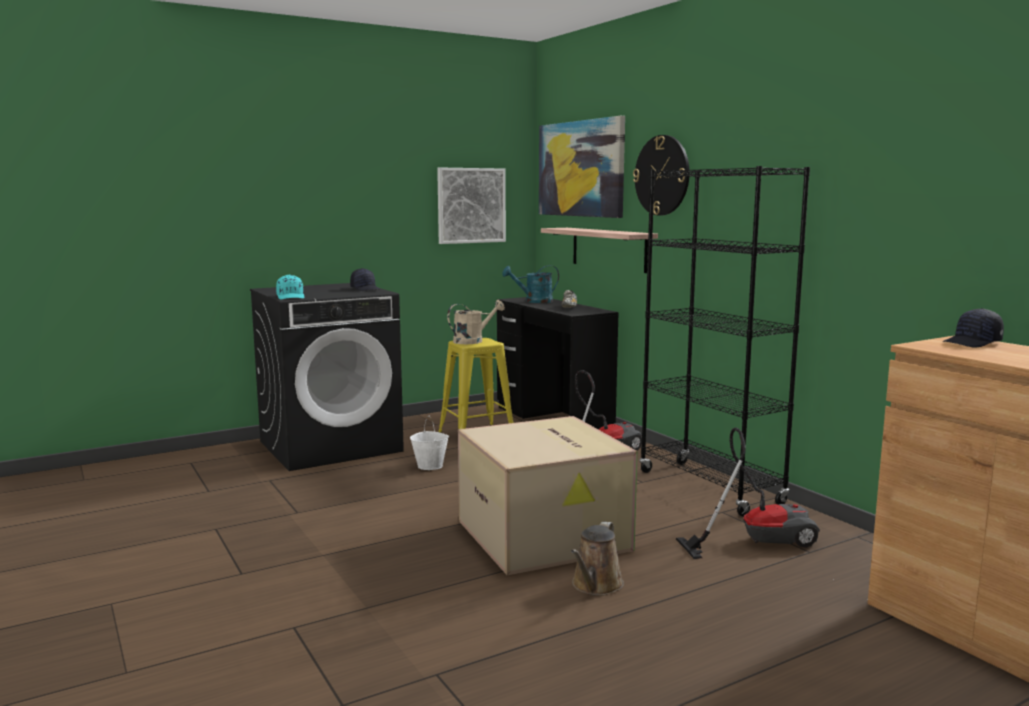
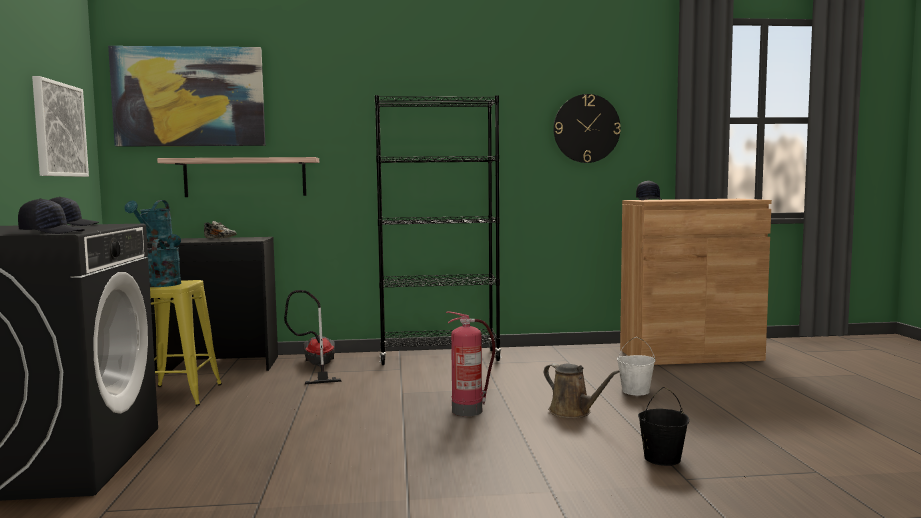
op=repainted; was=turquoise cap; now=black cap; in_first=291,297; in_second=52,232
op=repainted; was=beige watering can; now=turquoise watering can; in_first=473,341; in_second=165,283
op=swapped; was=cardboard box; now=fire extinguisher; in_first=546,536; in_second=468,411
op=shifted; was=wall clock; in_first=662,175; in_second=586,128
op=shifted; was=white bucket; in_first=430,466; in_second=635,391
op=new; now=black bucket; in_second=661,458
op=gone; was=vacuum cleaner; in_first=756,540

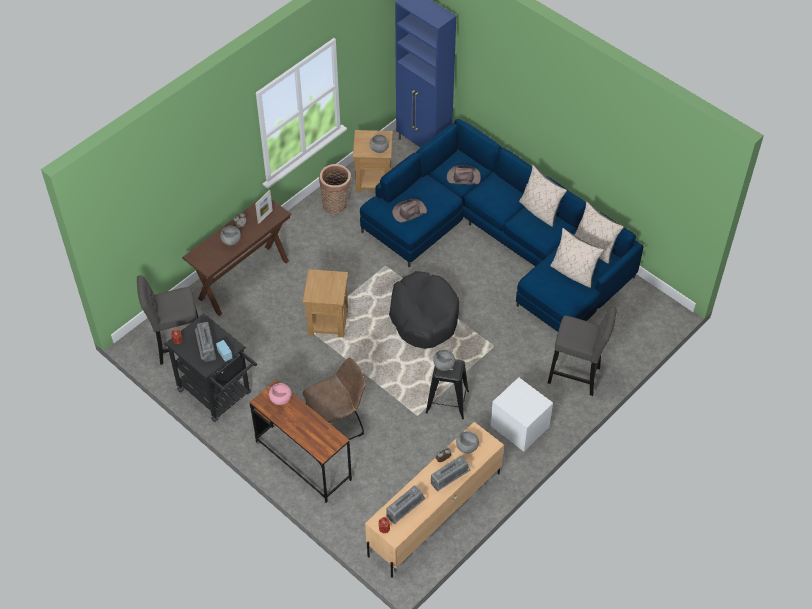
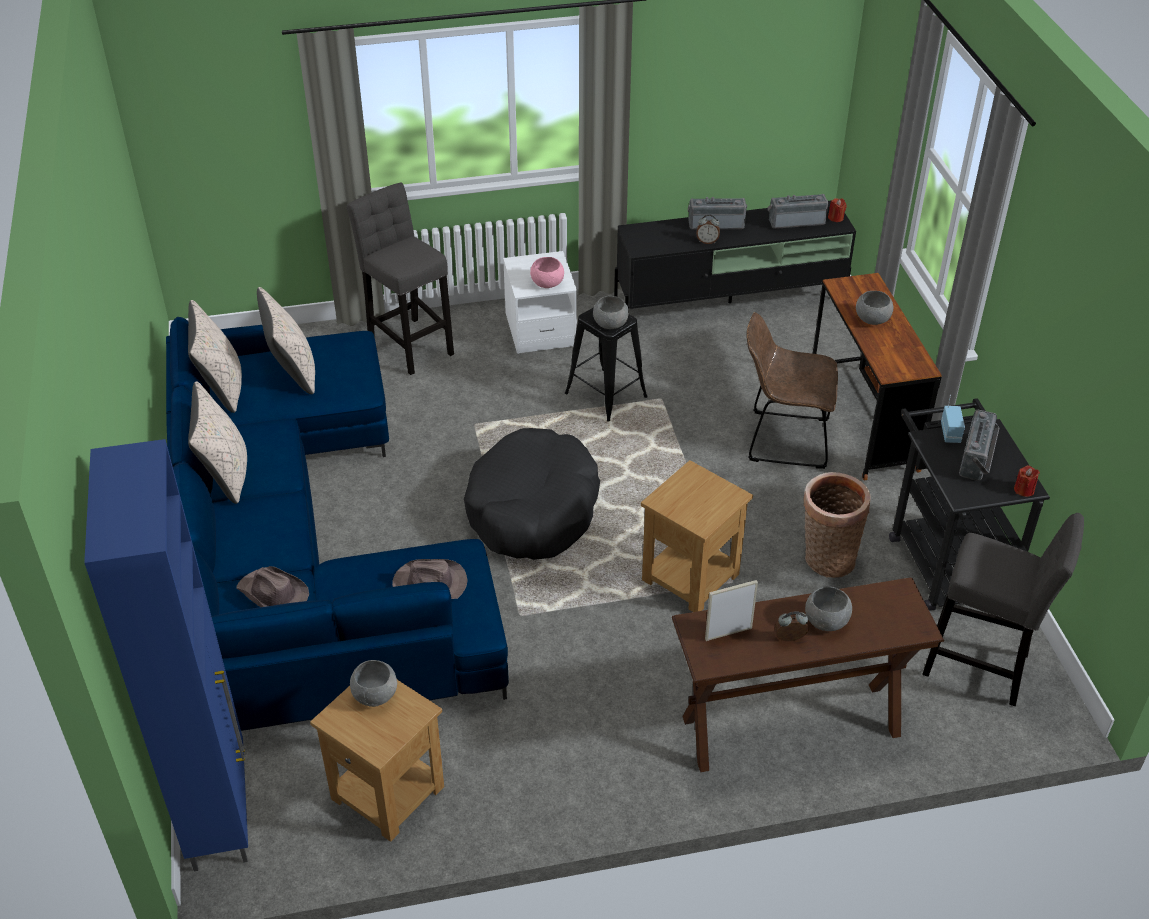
op=shifted; was=pink bowl; in_first=281,399; in_second=547,283
op=repainted; was=beige tv stand; now=black tv stand; in_first=433,514; in_second=731,302
op=shifted; was=basket; in_first=336,205; in_second=826,558
op=shifted; was=grey bowl; in_first=467,447; in_second=872,319

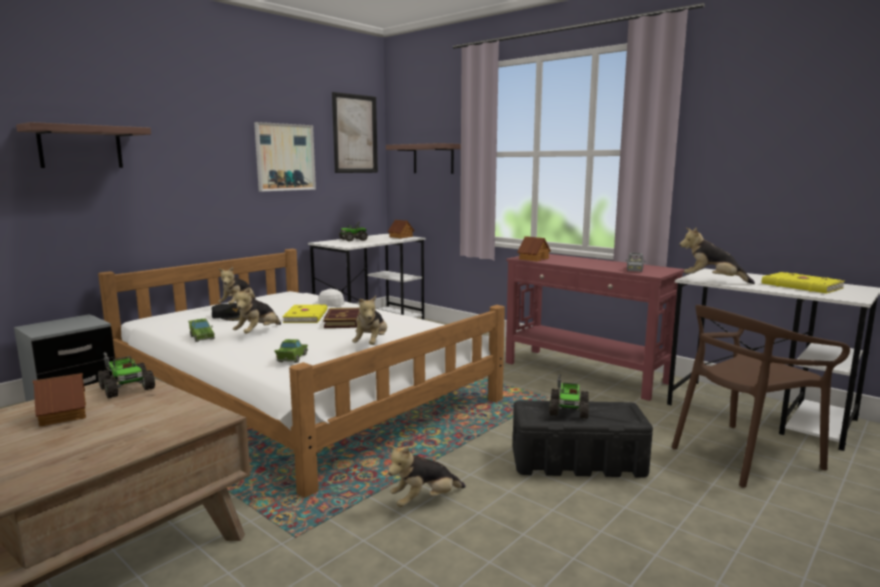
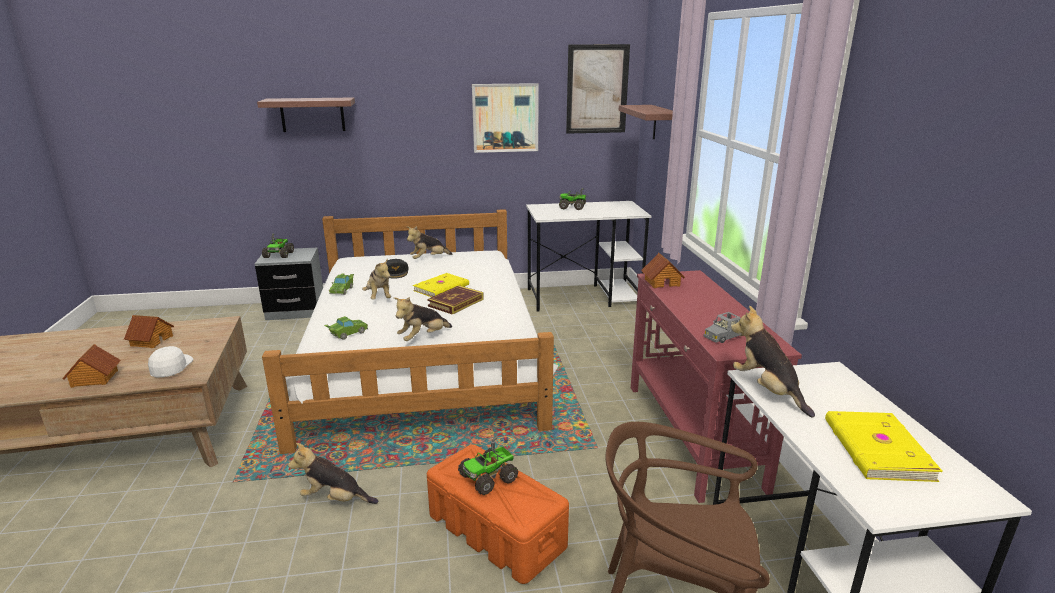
op=shifted; was=toy house; in_first=401,237; in_second=94,379
op=shifted; was=white cap; in_first=329,304; in_second=171,367
op=shifted; was=toy truck; in_first=127,388; in_second=279,255
op=rotated; was=plush toy; in_first=258,333; in_second=379,297; clockwise=-90
op=repainted; was=black storage box; now=orange storage box; in_first=578,461; in_second=497,531

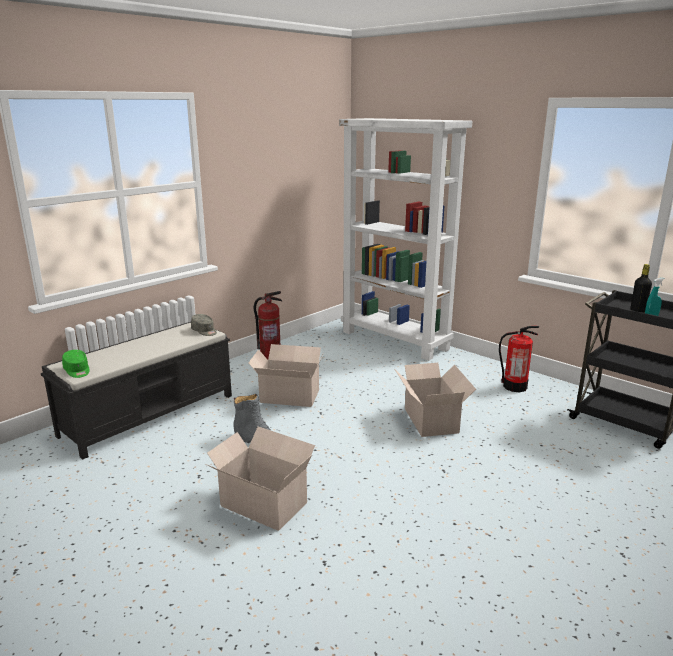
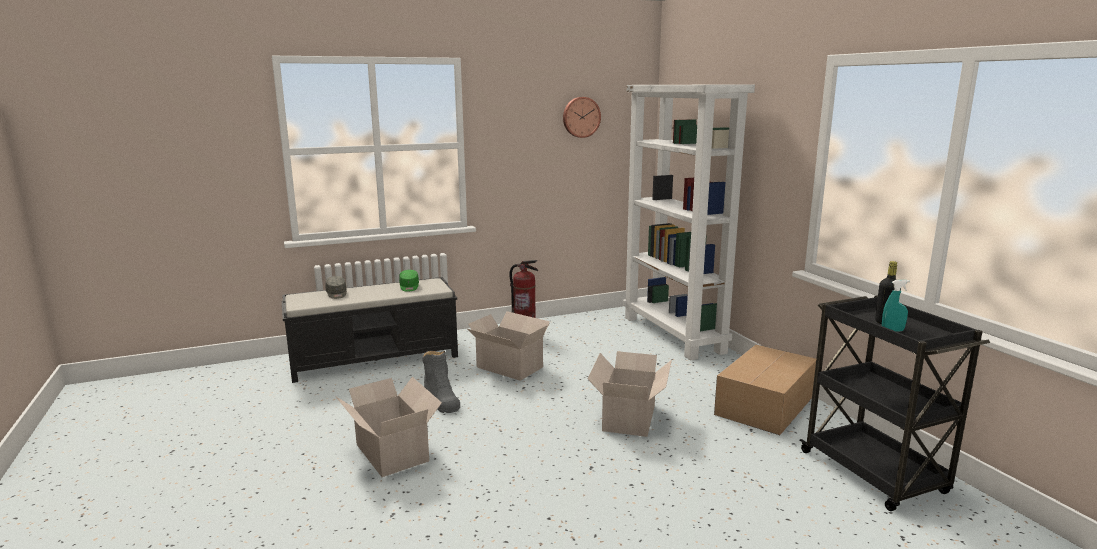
op=shifted; was=grey cap; in_first=204,331; in_second=336,294
op=shifted; was=green cap; in_first=77,371; in_second=409,287
op=new; now=wall clock; in_second=581,117
op=swapped; was=fire extinguisher; now=cardboard box; in_first=514,386; in_second=766,405

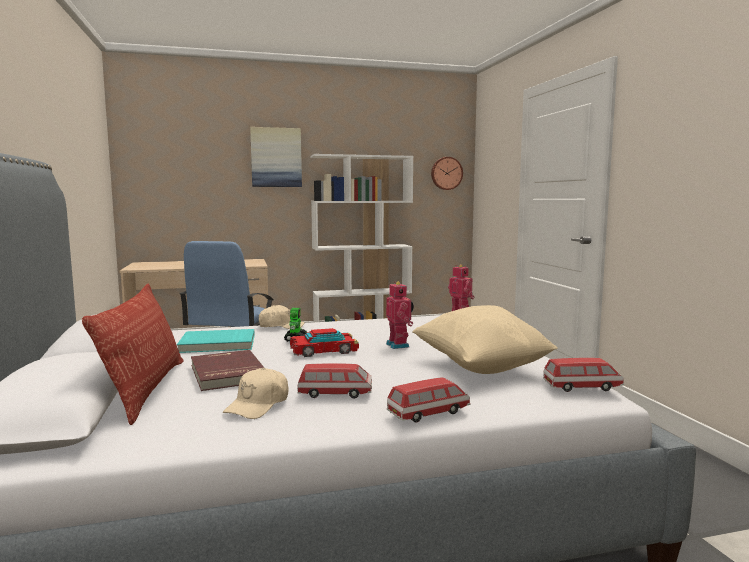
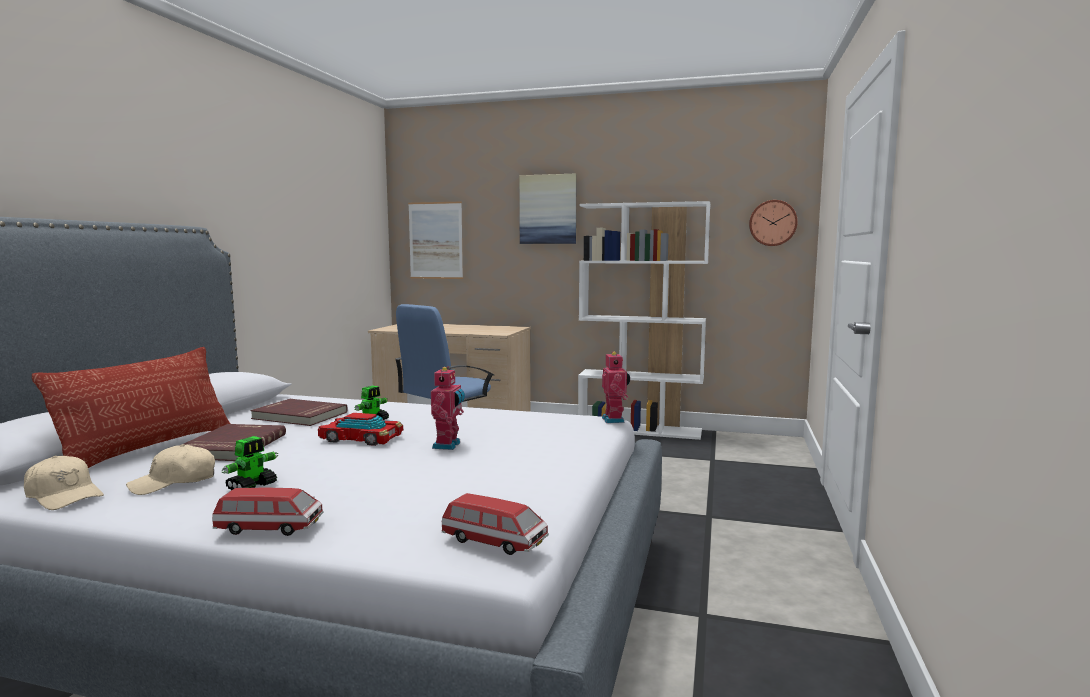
op=shifted; was=beige cap; in_first=281,326; in_second=64,496
op=swapped; was=toy car; now=toy robot; in_first=335,394; in_second=252,486
op=repainted; was=turquoise book; now=red book; in_first=217,344; in_second=299,416
op=new; now=picture; in_second=435,240
op=gone; was=beige pillow; in_first=480,367

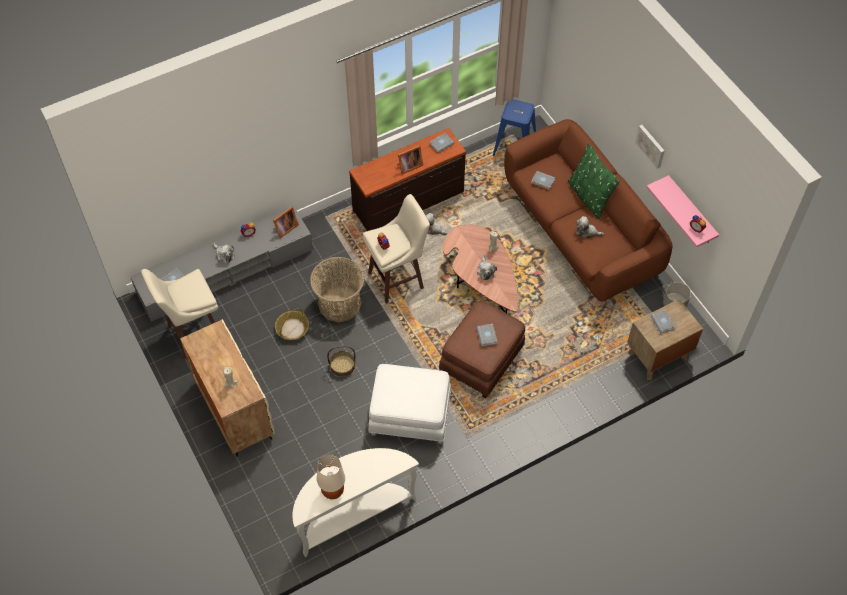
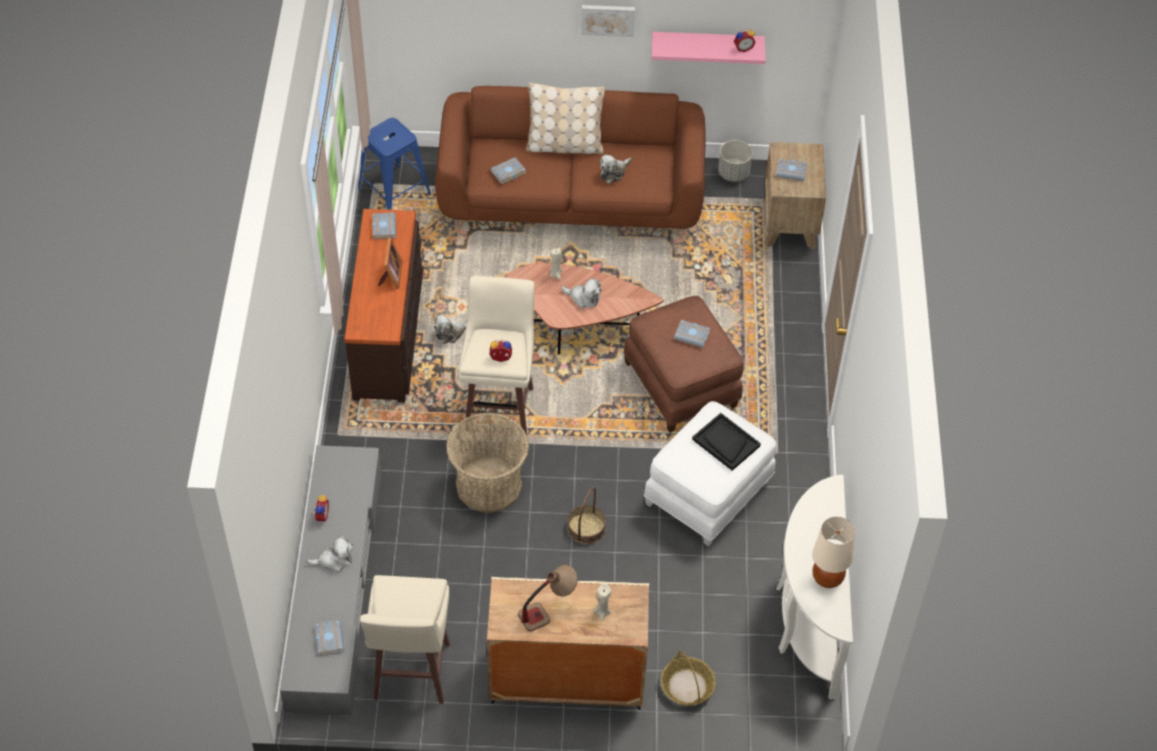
op=new; now=table lamp; in_second=547,611
op=repainted; was=green pillow; now=beige pillow; in_first=589,197; in_second=564,145
op=shifted; was=basket; in_first=292,328; in_second=687,686
op=new; now=black tray; in_second=725,443
op=gone; was=picture frame; in_first=284,228

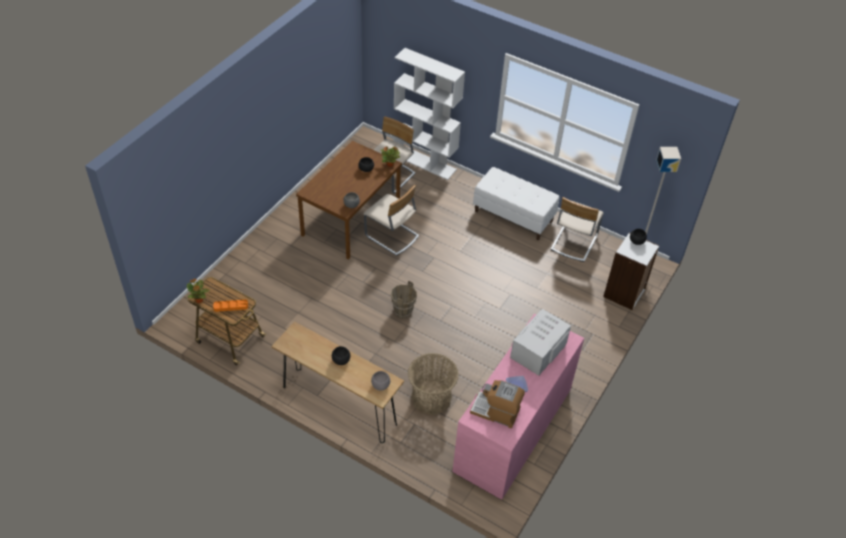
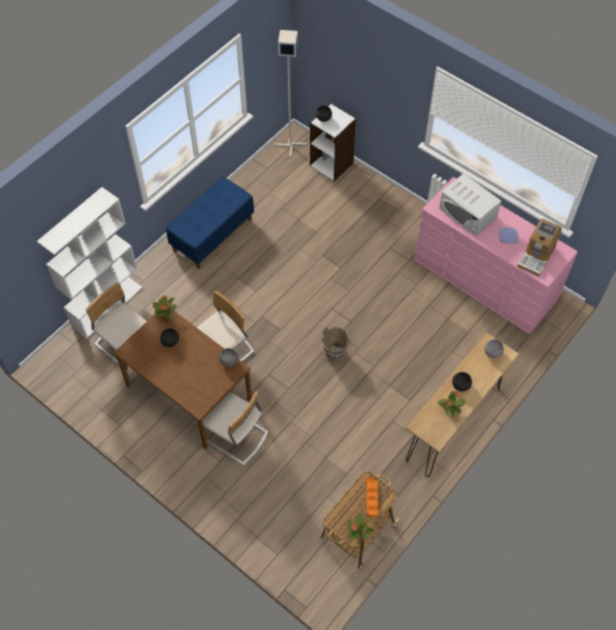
op=repainted; was=white bench; now=blue bench; in_first=514,216; in_second=212,234
op=shifted; was=beige chair; in_first=573,242; in_second=235,436
op=new; now=potted plant; in_second=449,411
op=gone; was=basket; in_first=431,397

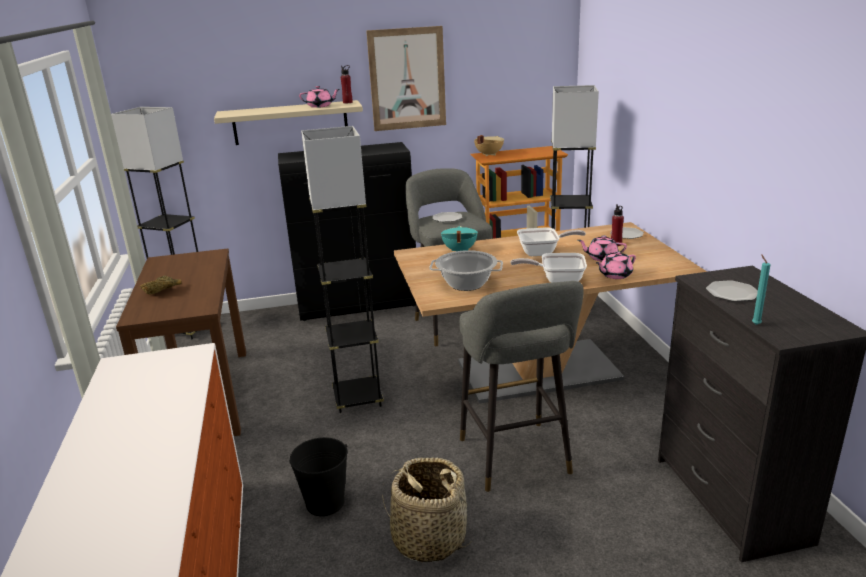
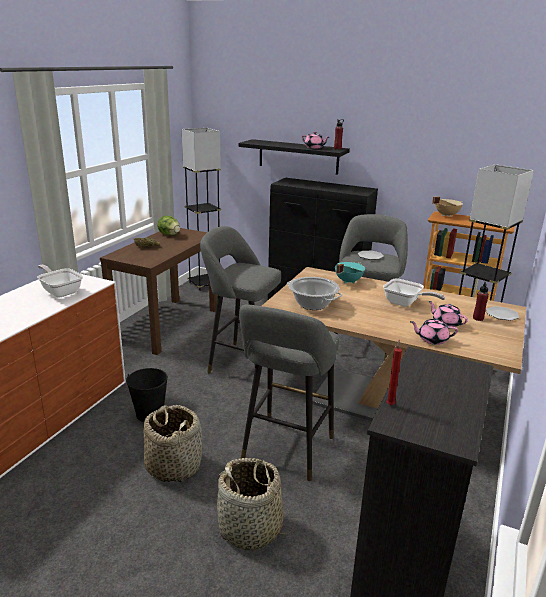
op=shifted; was=frying pan; in_first=557,280; in_second=60,291
op=new; now=lettuce; in_second=169,235
op=swapped; was=grey floor lamp; now=grey stool; in_first=358,398; in_second=241,364
op=new; now=basket; in_second=251,528
op=repainted; was=beige shelf; now=black shelf; in_first=290,122; in_second=298,156
op=repainted; was=turquoise candle; now=red candle; in_first=755,324; in_second=390,404
op=gone; was=picture; in_first=407,79
op=gone; was=plate; in_first=732,293

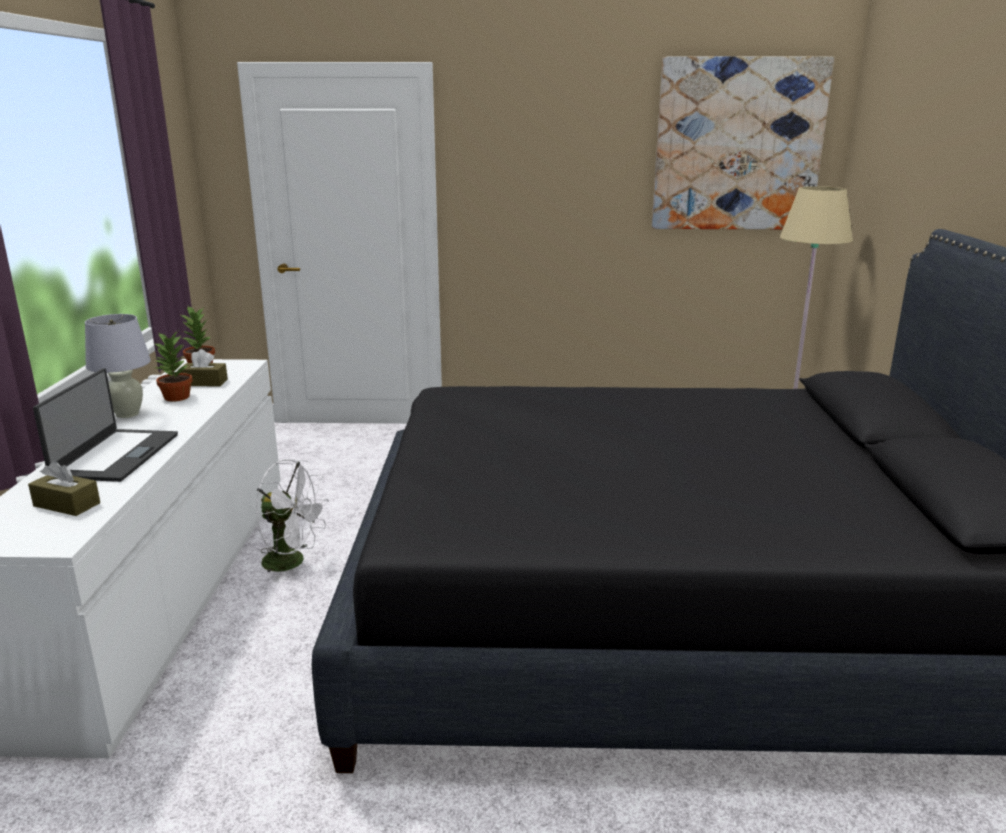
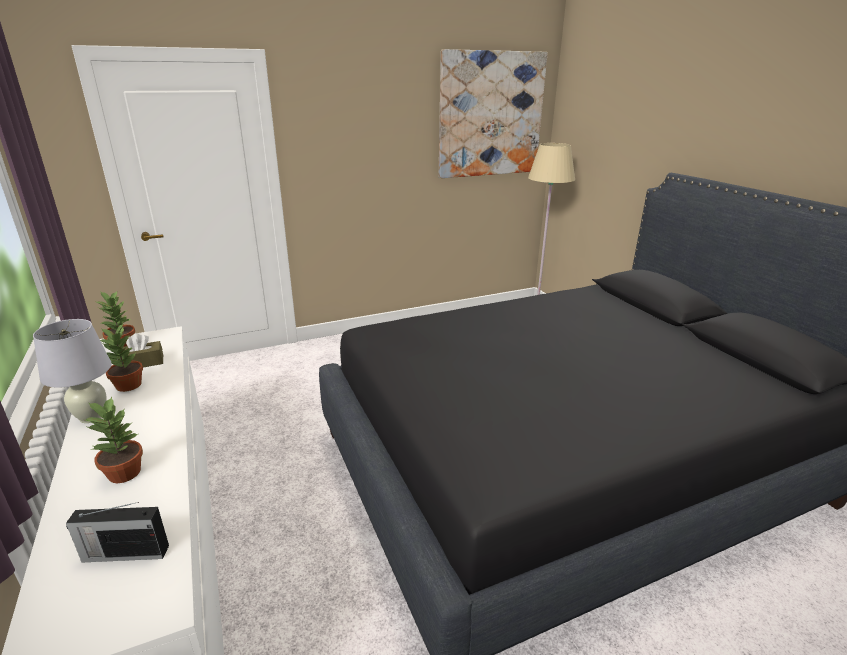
op=swapped; was=brown tissue box; now=radio; in_first=67,504; in_second=124,553
op=swapped; was=laptop; now=potted plant; in_first=115,456; in_second=124,472
op=gone; was=white fan; in_first=292,562

